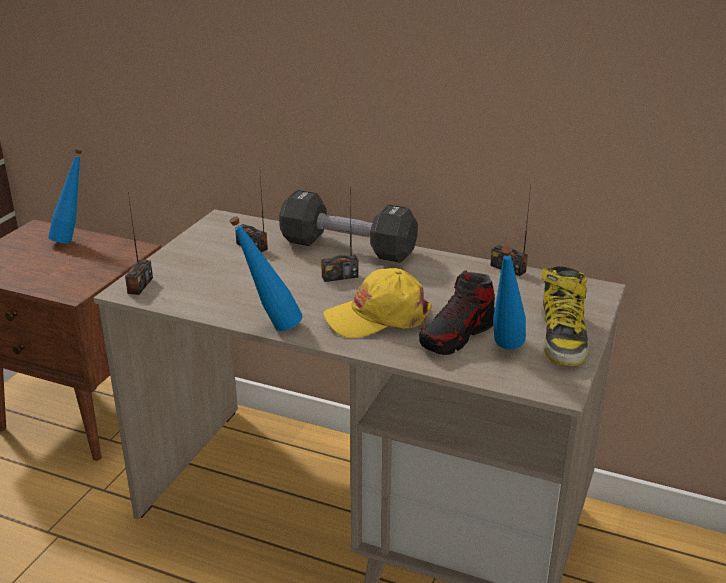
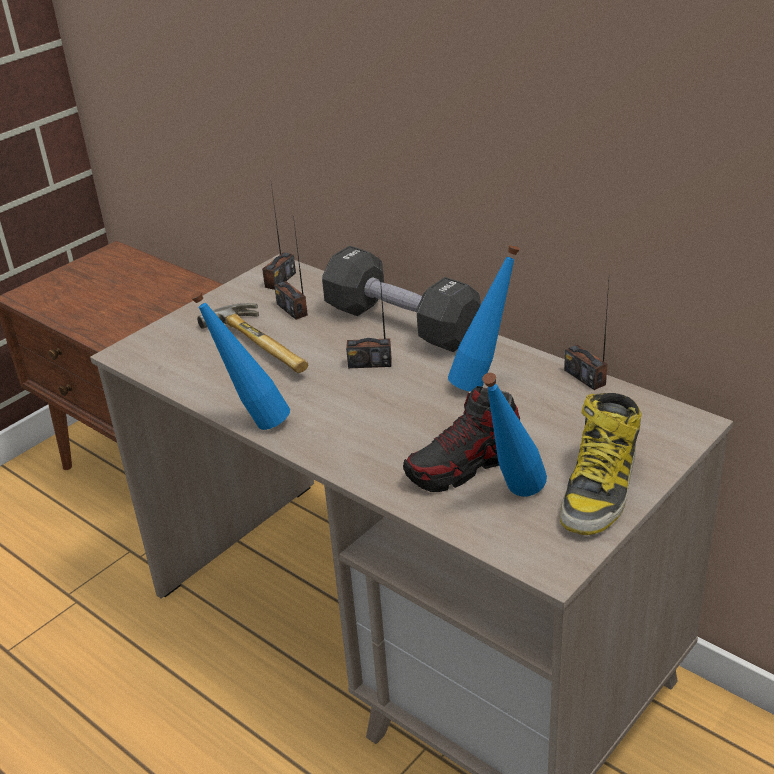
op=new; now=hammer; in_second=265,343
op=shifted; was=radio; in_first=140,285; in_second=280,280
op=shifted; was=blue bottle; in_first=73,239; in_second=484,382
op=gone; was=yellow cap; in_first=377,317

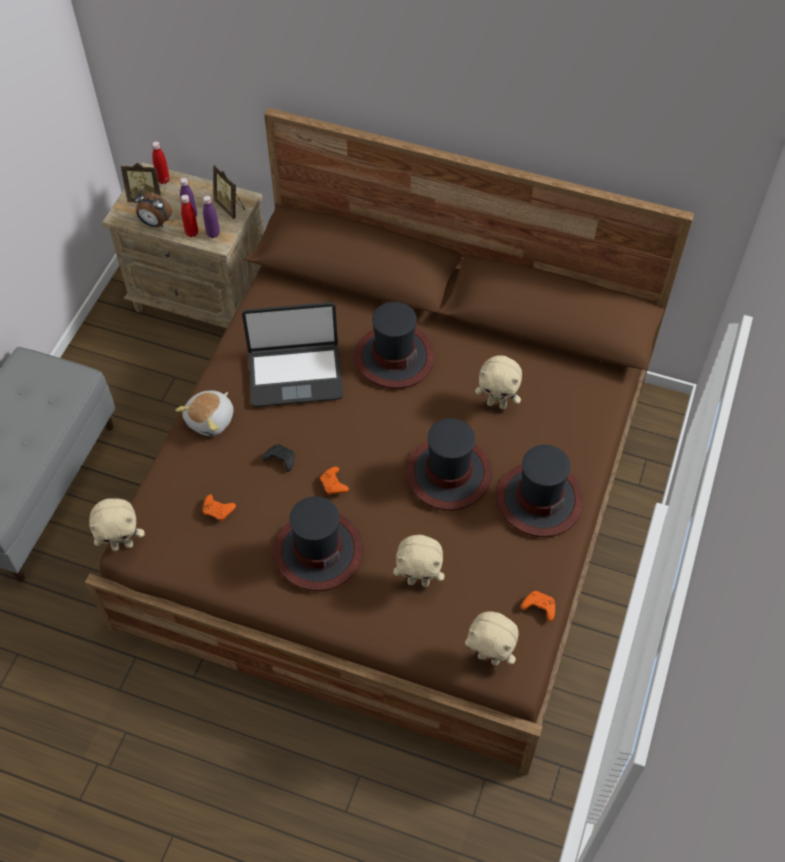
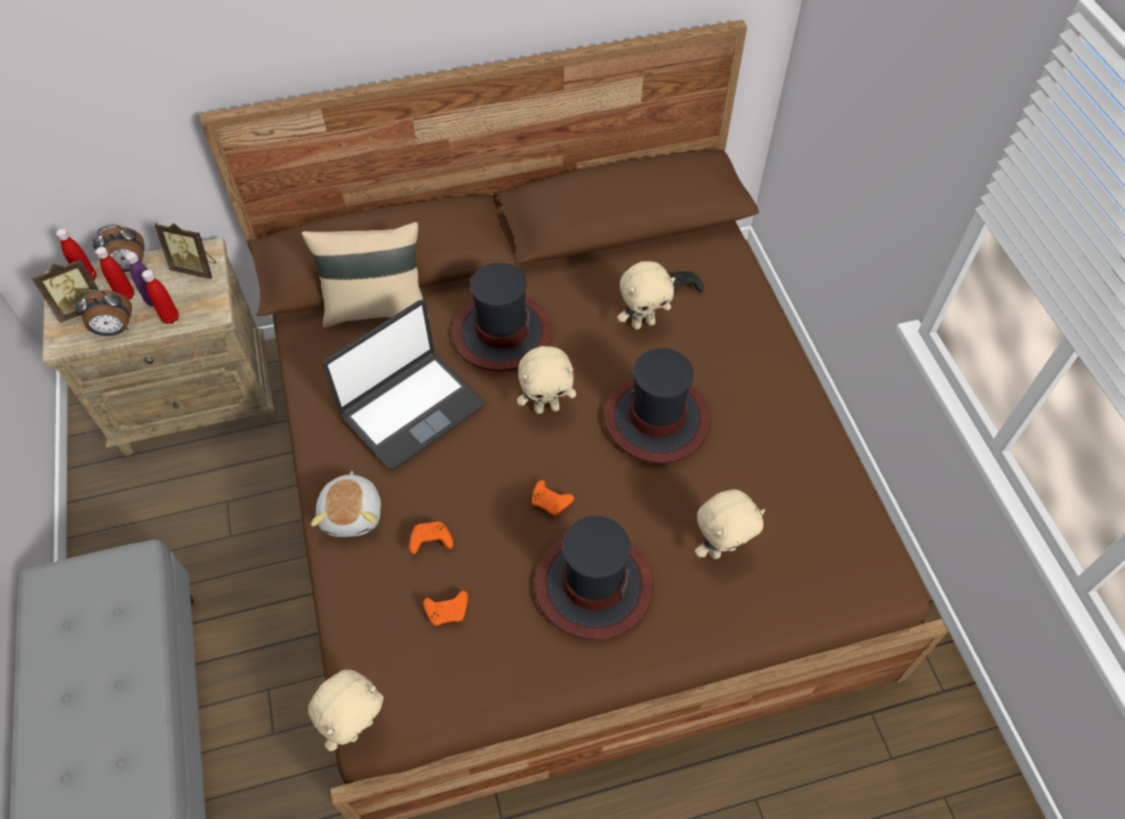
op=new; now=alarm clock; in_second=129,267
op=new; now=red bottle; in_second=126,295
op=new; now=beige pillow; in_second=376,308
op=shifted; was=orange game controller; in_first=538,607; in_second=430,541
op=shifted; was=beige plush toy; in_first=489,657; in_second=547,407
op=shifted; was=black game controller; in_first=280,460; in_second=683,287
op=gone; was=purple bottle; in_first=213,234
op=gone; was=hat; in_first=538,499

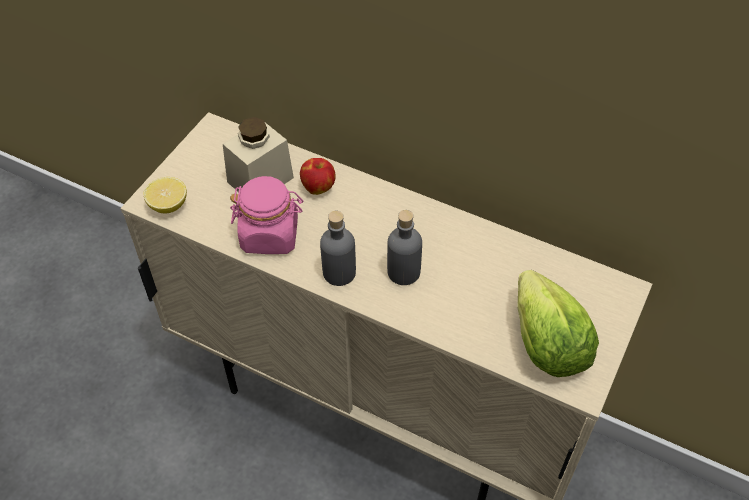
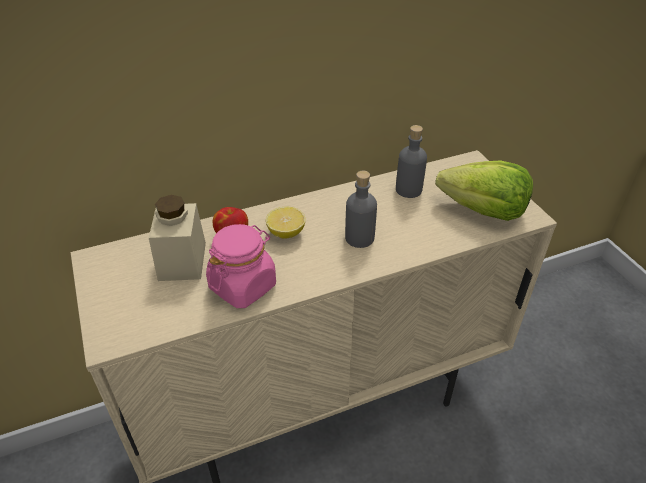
op=shifted; was=lemon; in_first=168,205; in_second=286,233
op=shifted; was=grey bottle; in_first=339,272; in_second=408,190

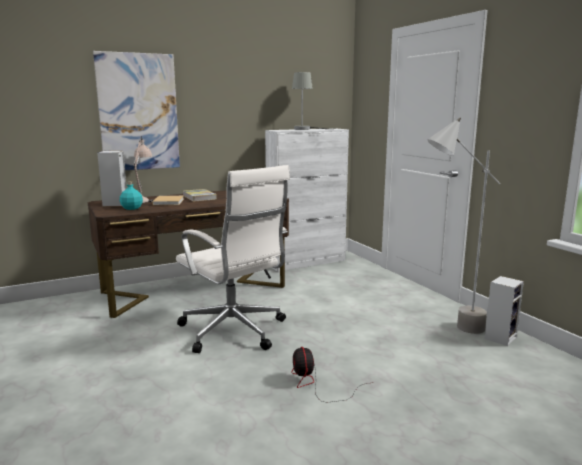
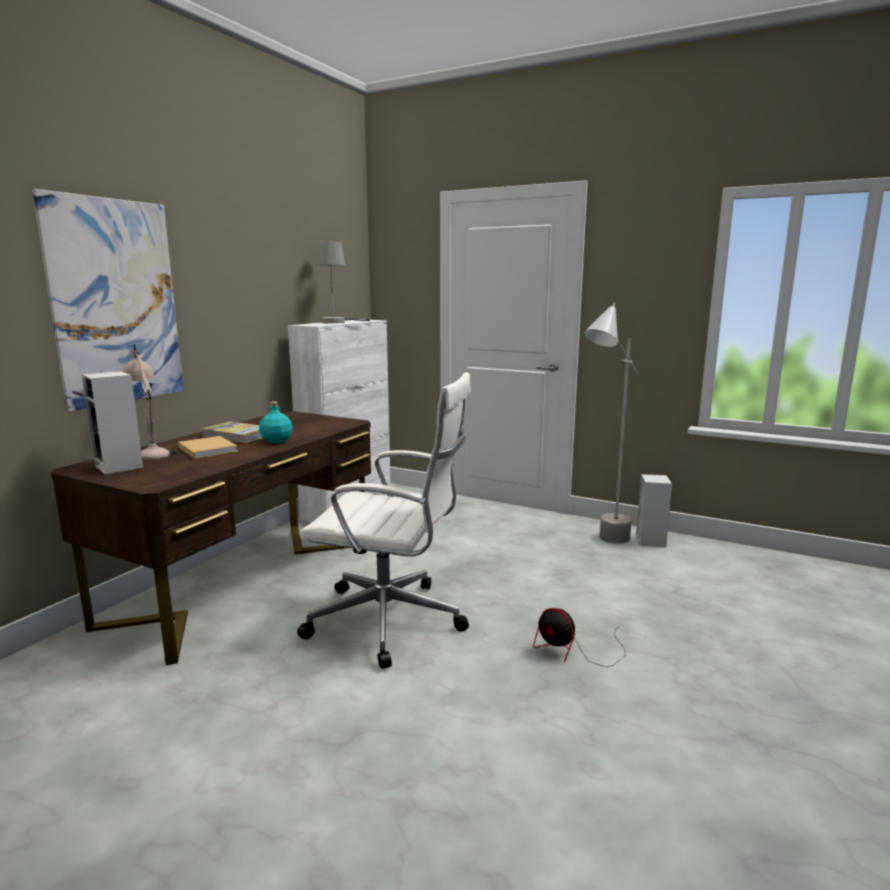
op=shifted; was=turquoise bottle; in_first=131,208; in_second=276,441

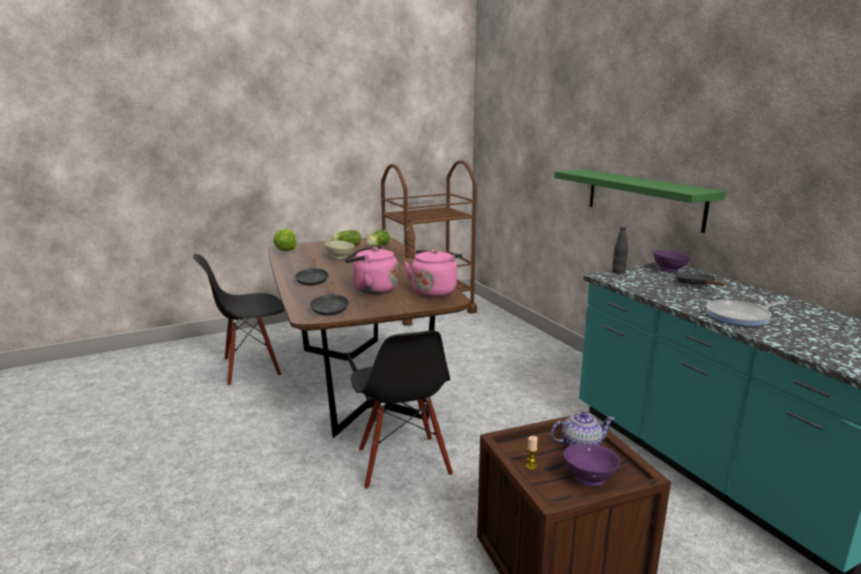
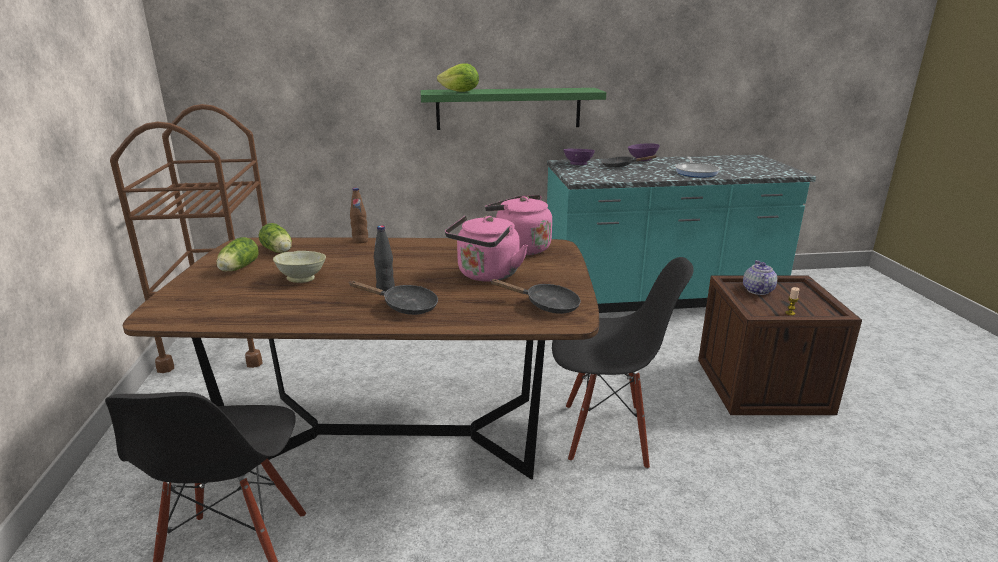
op=shifted; was=black bottle; in_first=618,272; in_second=385,289
op=shifted; was=lettuce; in_first=286,250; in_second=460,92
op=shifted; was=purple bowl; in_first=589,478; in_second=642,160

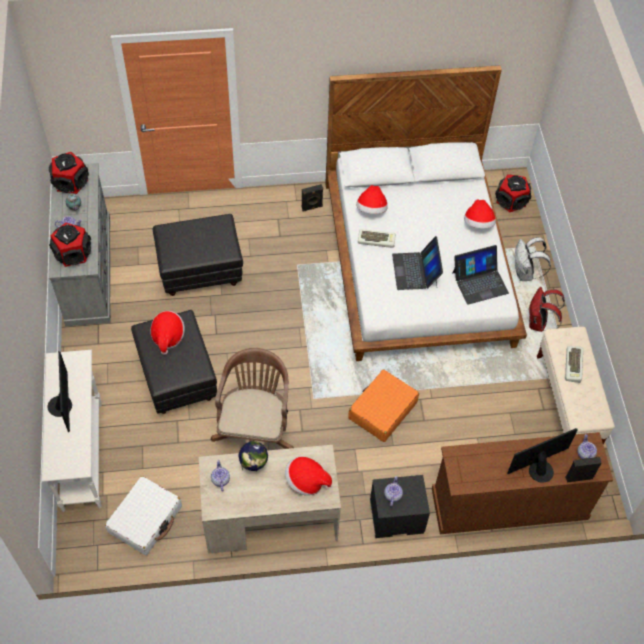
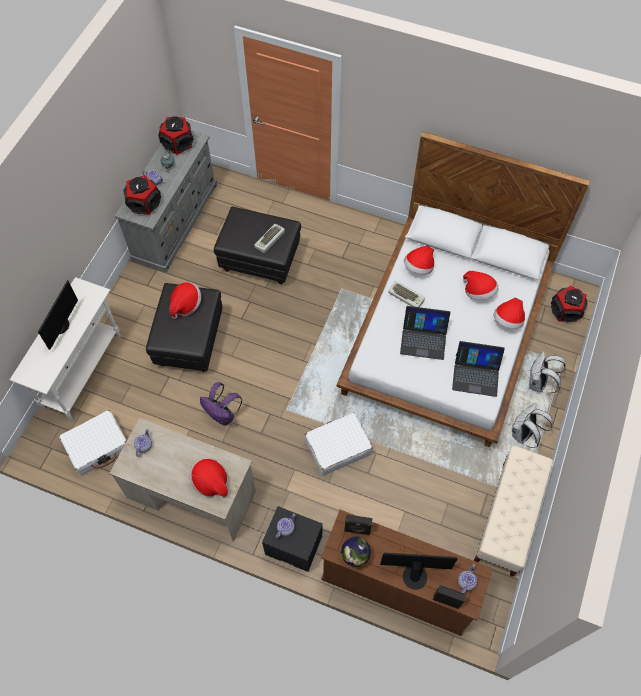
op=swapped; was=brown office chair; now=purple backpack; in_first=255,432; in_second=223,415
op=shifted; was=keyboard; in_first=574,366; in_second=270,240
op=repainted; was=orange suitcase; now=white suitcase; in_first=382,410; in_second=337,447
op=shifted; was=globe; in_first=254,466; in_second=355,557
op=shifted; was=black speaker; in_first=312,207; in_second=357,530
op=rotated; was=laptop; in_first=415,271; in_second=423,339; clockwise=-105
op=new; now=hat; in_second=478,292
op=repainted; was=red backpack; now=white backpack; in_first=538,323; in_second=523,434

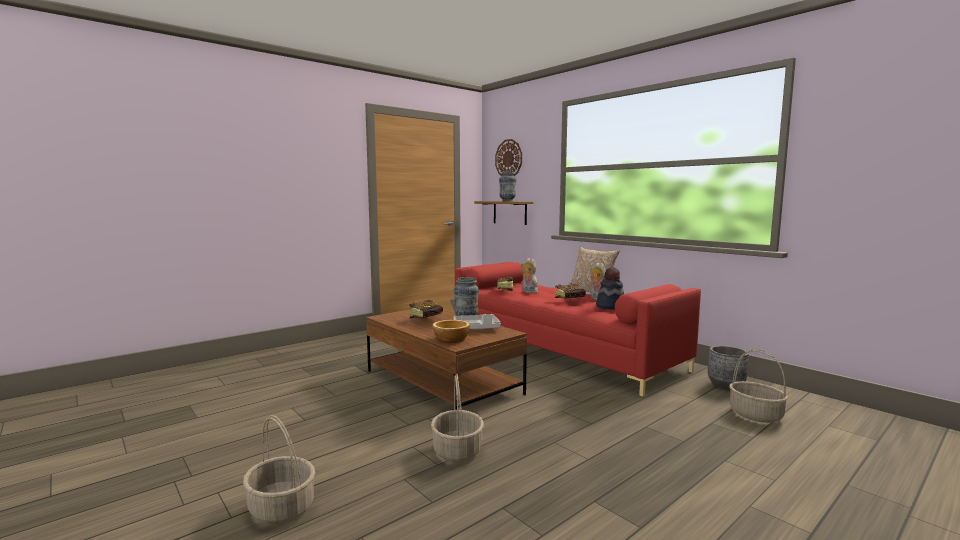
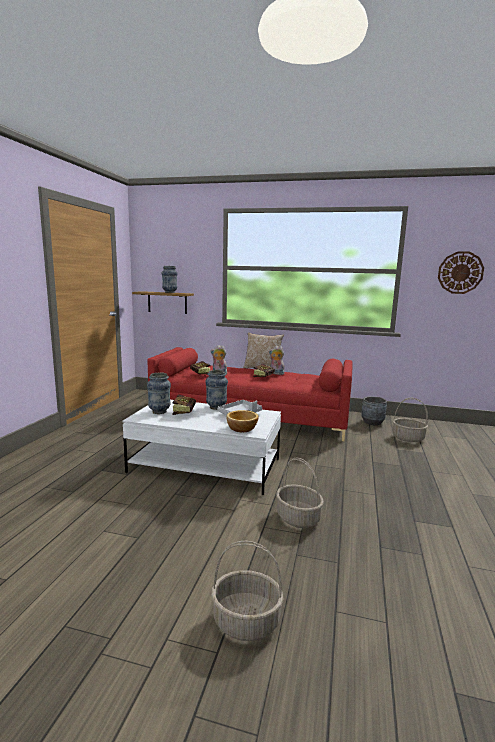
op=repainted; was=brown coffee table; now=white coffee table; in_first=442,382; in_second=205,466
op=new; now=vase; in_second=159,412
op=shifted; was=wall clock; in_first=508,159; in_second=460,272
op=gone; was=hat; in_first=611,306

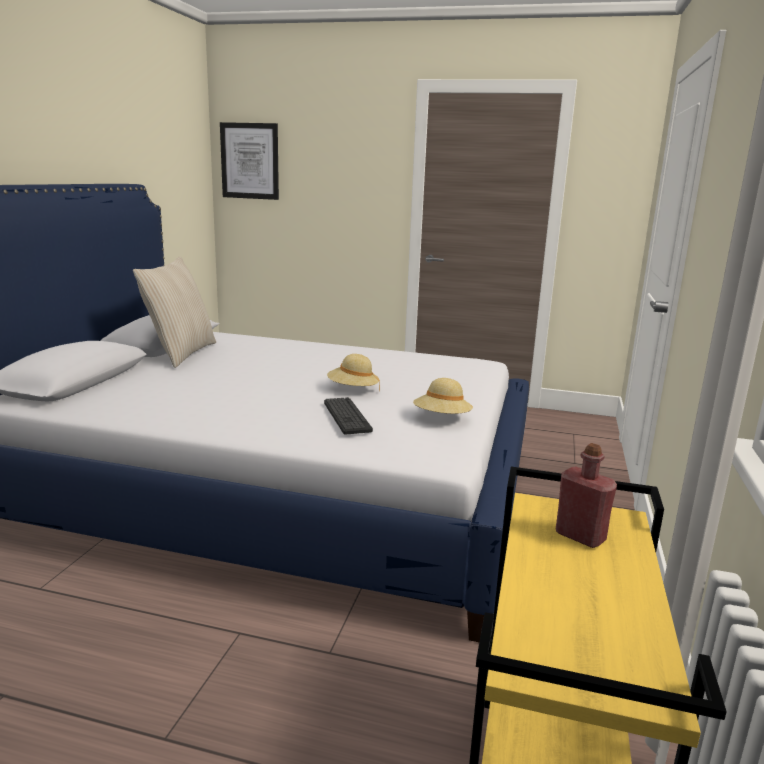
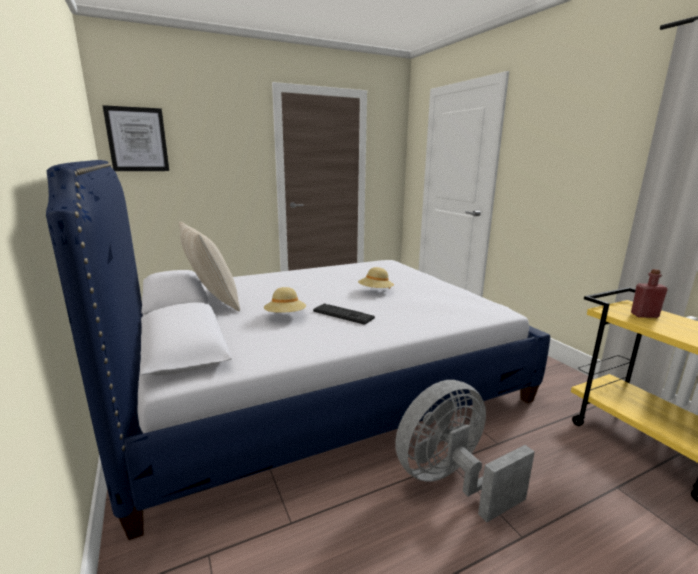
op=shifted; was=beige hat; in_first=442,418; in_second=285,316
op=shifted; was=keyboard; in_first=347,416; in_second=343,314
op=new; now=grey fan; in_second=450,481

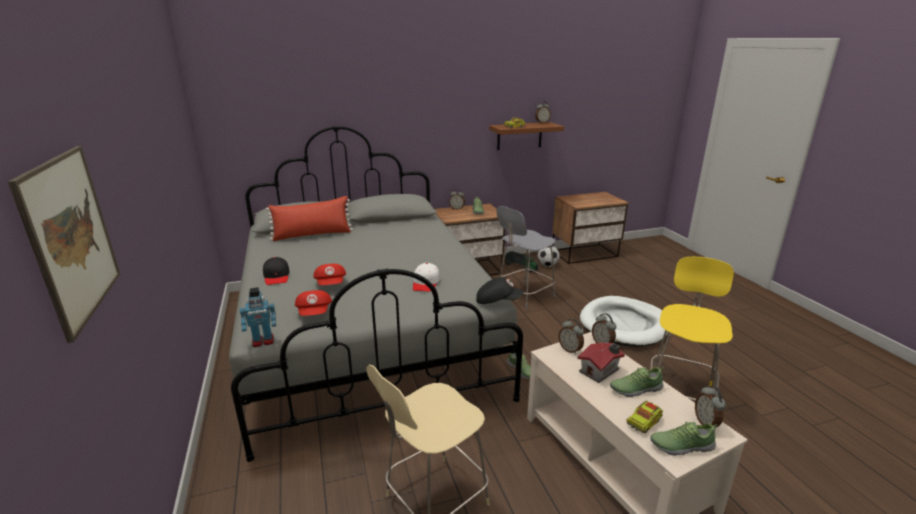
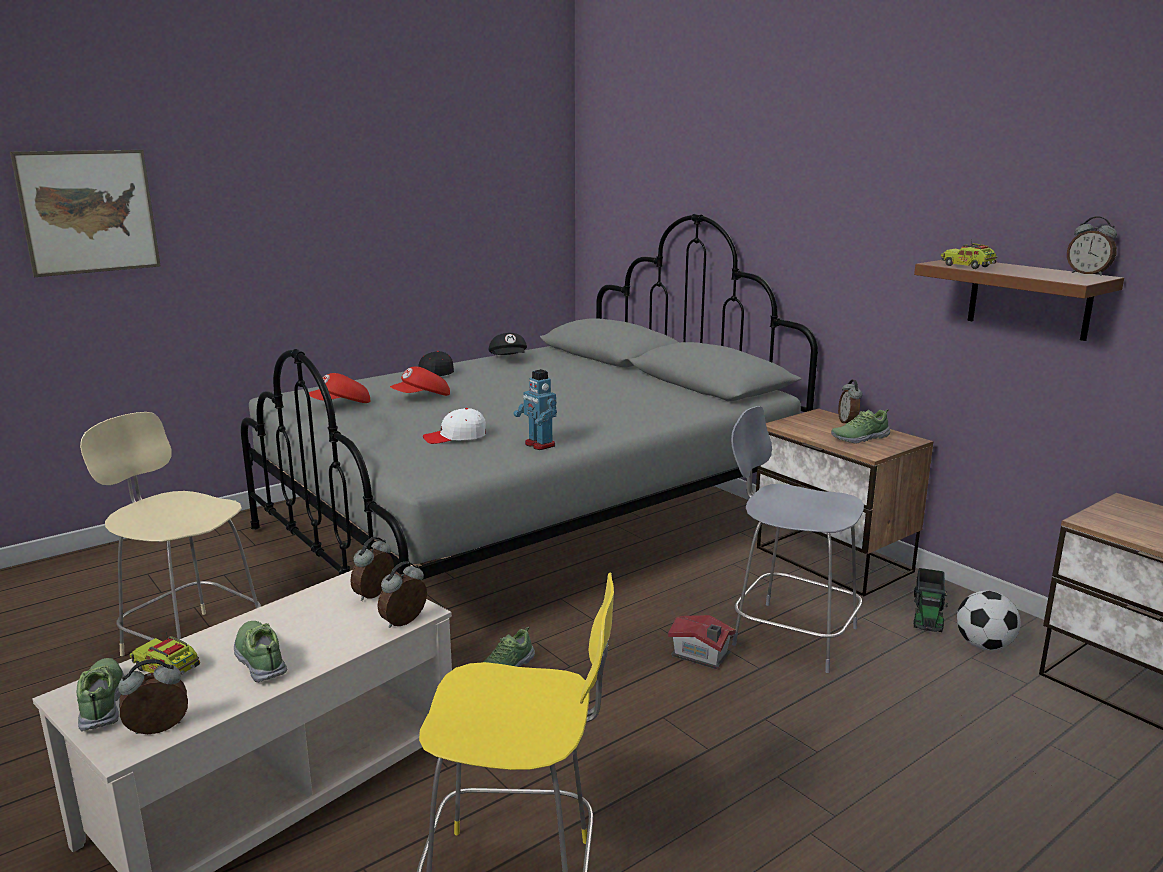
op=shifted; was=black cap; in_first=498,301; in_second=509,359
op=shifted; was=toy robot; in_first=263,341; in_second=539,445
op=shifted; was=toy house; in_first=600,370; in_second=701,656
op=gone; was=red pillow; in_first=312,235
op=gone; was=white dog bed; in_first=624,325

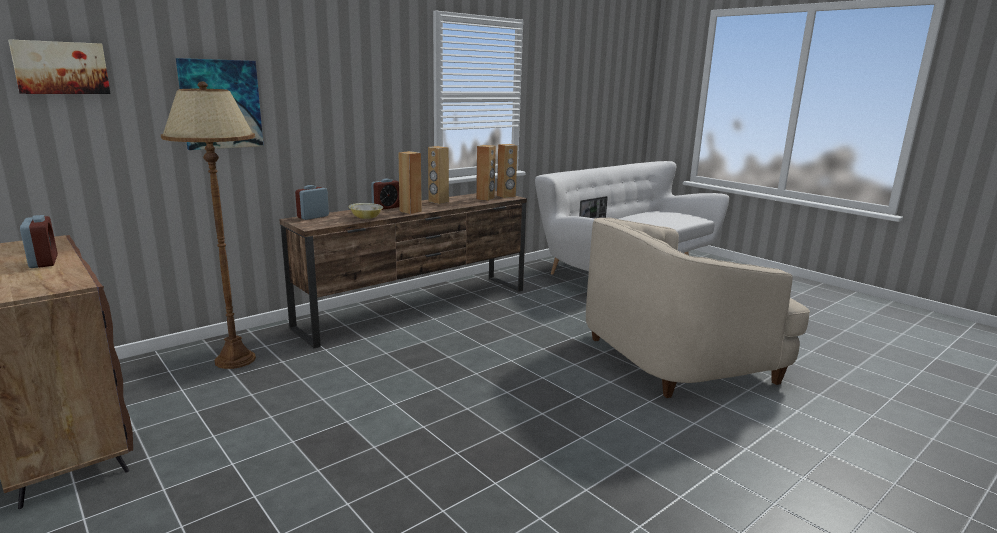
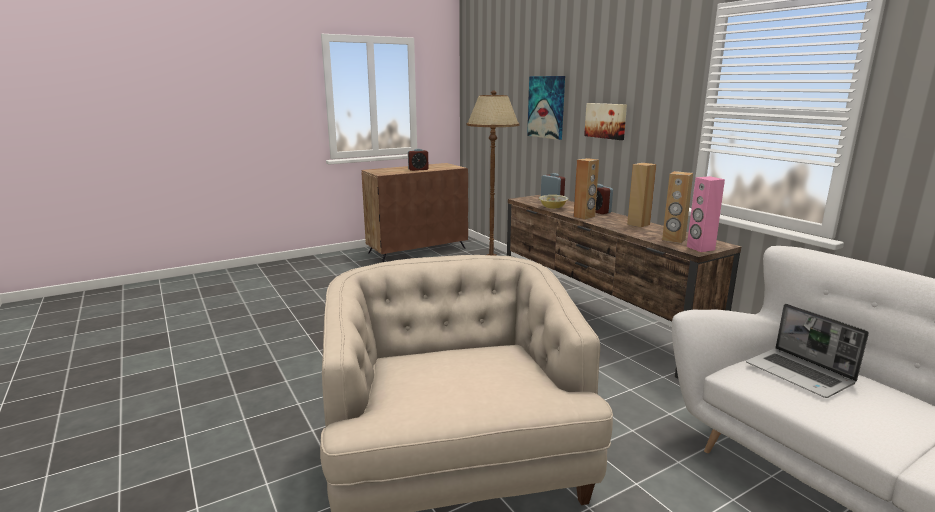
op=shifted; was=picture; in_first=61,67; in_second=606,120
op=repainted; was=brown speaker; now=pink speaker; in_first=506,196; in_second=700,248

